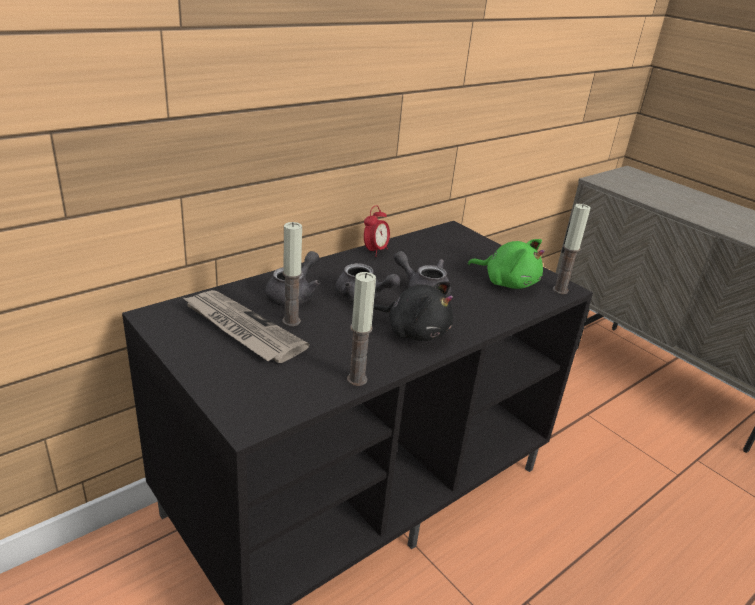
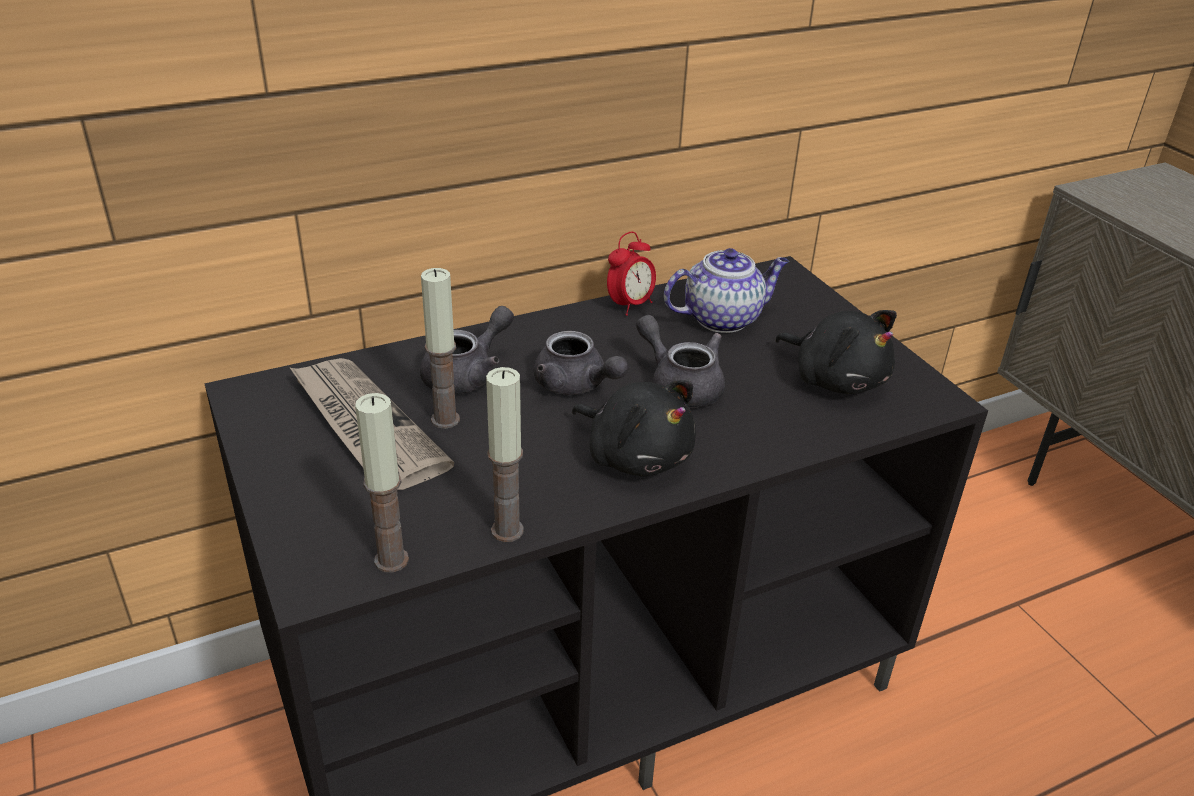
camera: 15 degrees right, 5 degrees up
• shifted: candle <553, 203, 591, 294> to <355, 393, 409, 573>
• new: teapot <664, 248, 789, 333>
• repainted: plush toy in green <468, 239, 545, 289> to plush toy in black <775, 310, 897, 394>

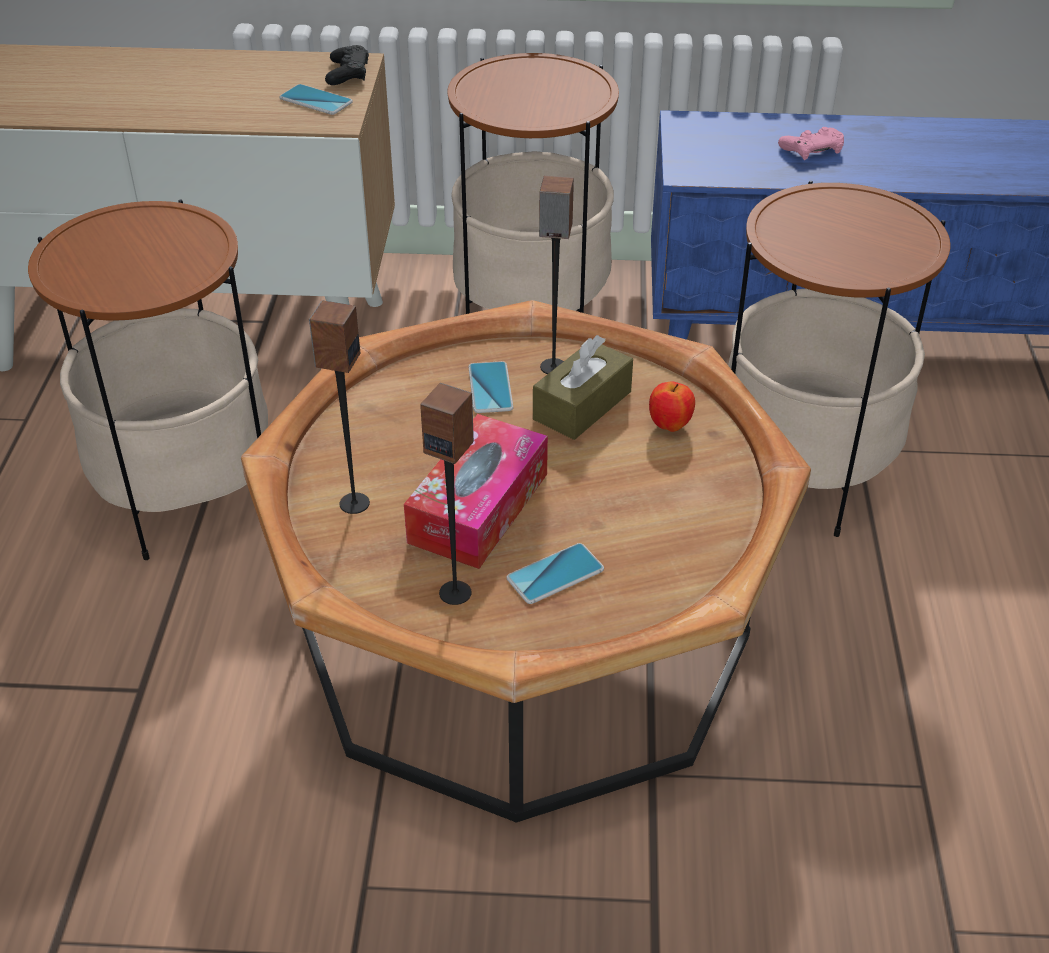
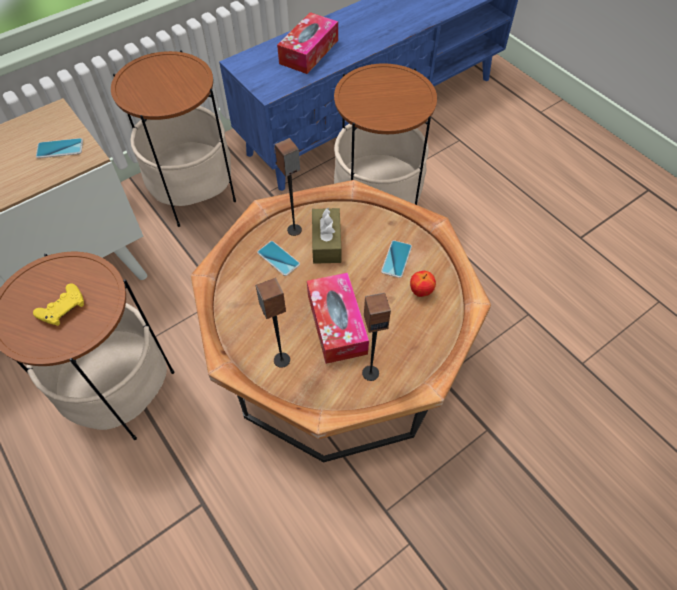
camera: 40 degrees left, 15 degrees up
• new: game controller in yellow <33, 283, 84, 326>
• swapped: game controller in pink <778, 127, 844, 160> to tissue box <277, 12, 338, 74>
• shifted: phone <507, 543, 604, 604> to <381, 240, 412, 278>
• shifted: apple <649, 381, 695, 432> to <410, 271, 436, 297>
• gone: game controller in black <325, 45, 369, 85>

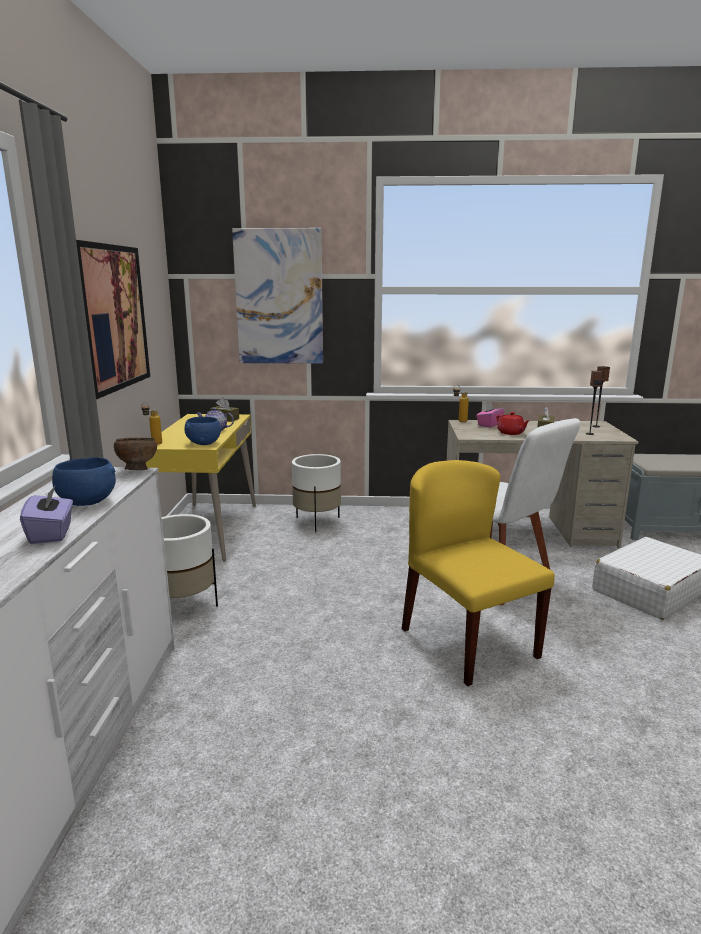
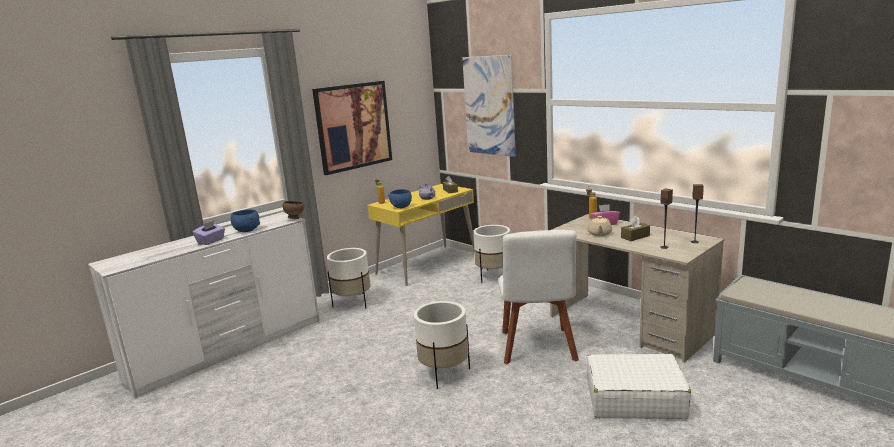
camera: 45 degrees right, 0 degrees up
• swapped: chair in yellow <402, 460, 555, 686> to planter in white <414, 301, 470, 389>
• repainted: teapot in red <496, 412, 529, 435> to teapot in beige <587, 216, 612, 236>

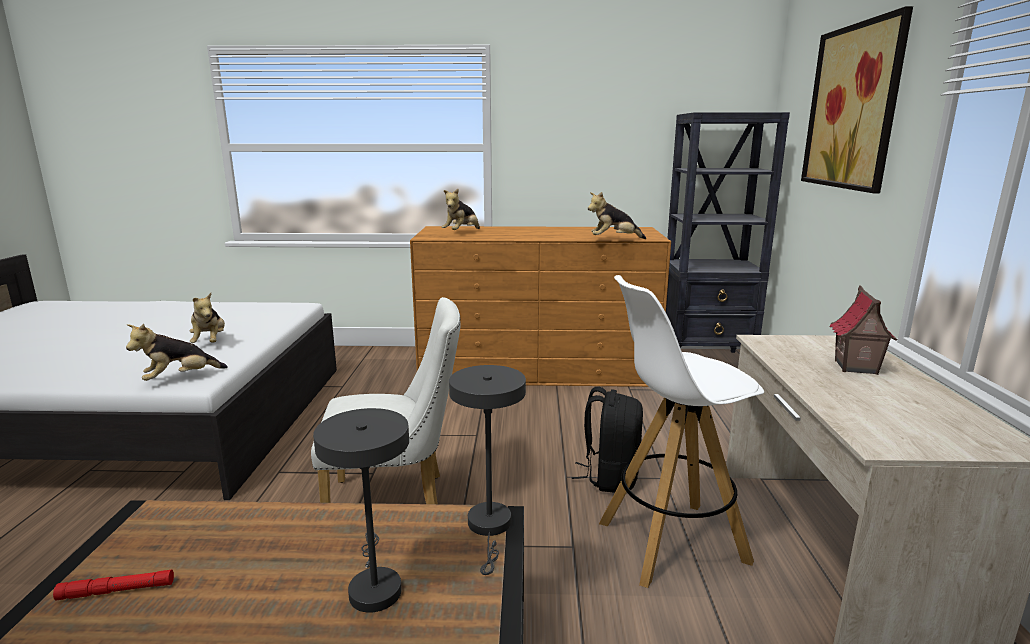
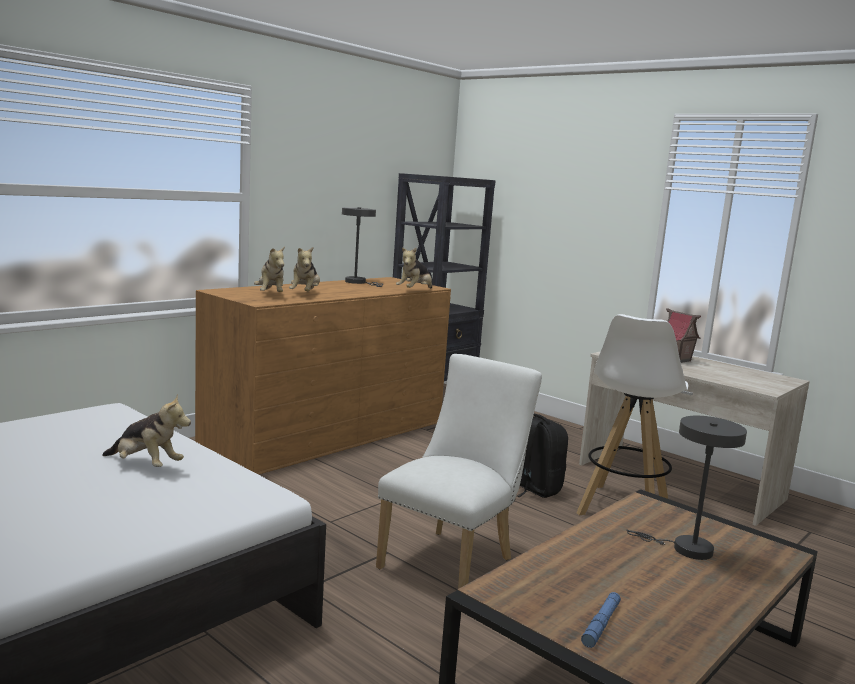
camera: 50 degrees left, 5 degrees down
• shifted: plush toy <126, 324, 228, 381> to <289, 247, 320, 291>
• shifted: table lamp in grey <449, 365, 526, 575> to <342, 207, 383, 287>
• repainted: flashlight in red <53, 570, 174, 600> to flashlight in blue <581, 592, 621, 648>
• gone: picture <801, 6, 913, 193>

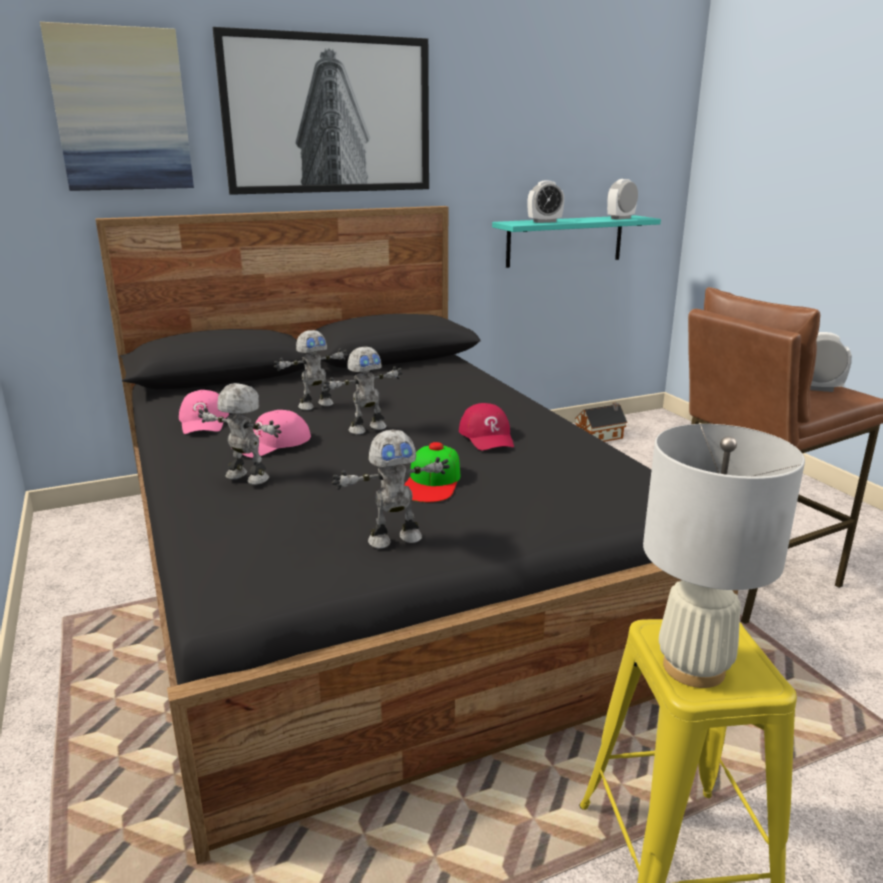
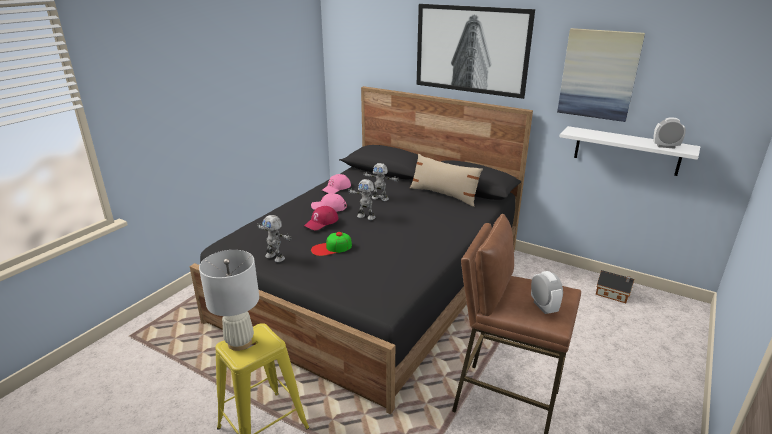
camera: 55 degrees right, 5 degrees up
• shifted: cap in red <459, 403, 514, 450> to <304, 206, 338, 231>
• new: pillow in beige <410, 154, 483, 207>
• shifted: picture <40, 22, 194, 191> to <557, 28, 645, 122>
• repainted: shelf in turquoise <492, 215, 661, 268> to shelf in white <559, 126, 700, 176>
• gone: toy robot <198, 383, 281, 485>
• gone: alarm clock <527, 181, 564, 223>

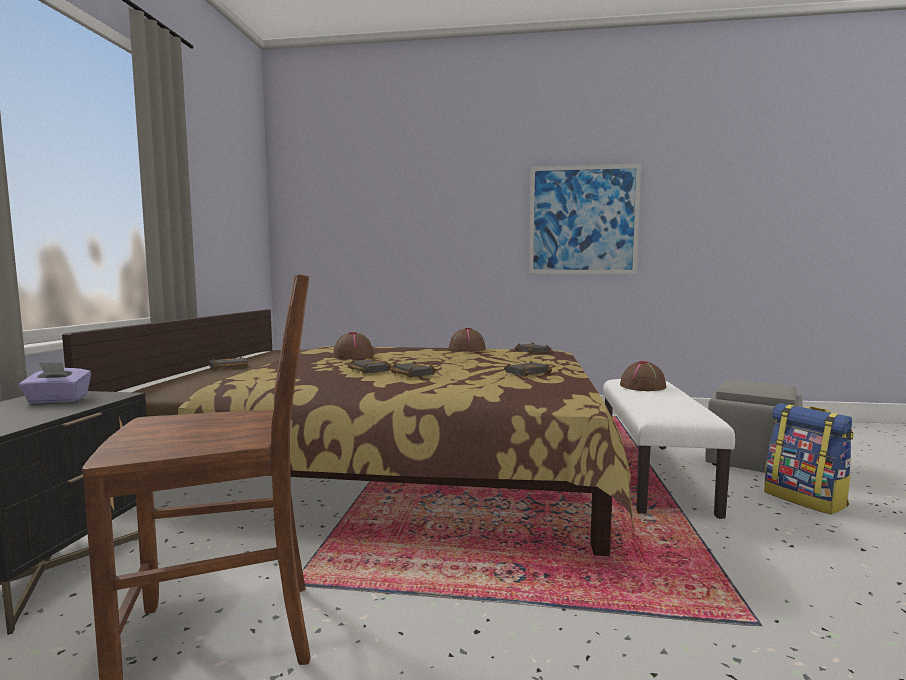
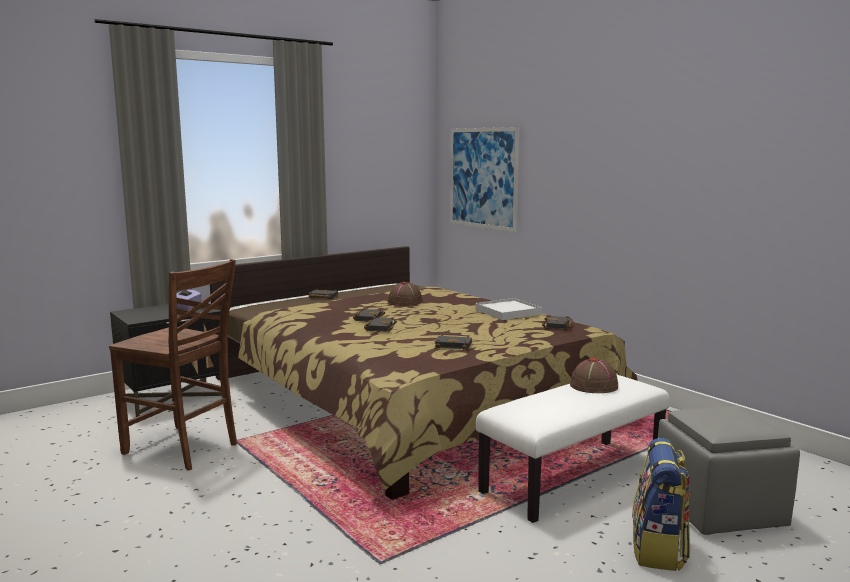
camera: 45 degrees right, 5 degrees up
• shifted: picture <529, 164, 641, 274> to <450, 127, 519, 232>
• swapped: hat in brown <448, 328, 486, 352> to tray in white <475, 298, 542, 320>

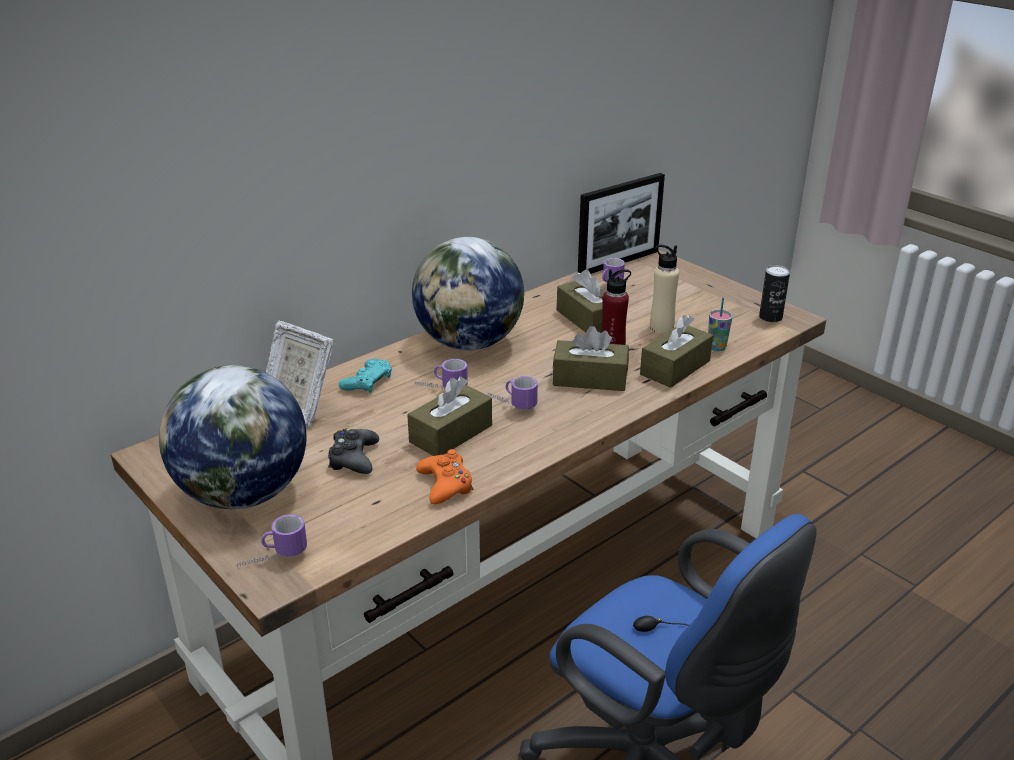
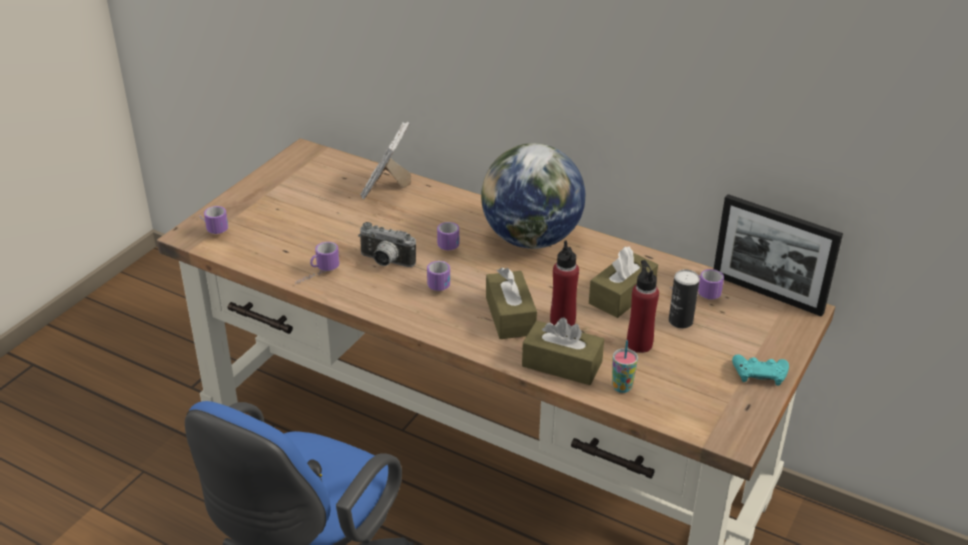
camera: 70 degrees right, 5 degrees up
• swapped: game controller in orange <416, 449, 474, 504> to mug <295, 242, 339, 284>
• swapped: tissue box in brown <407, 377, 492, 456> to photo camera <358, 222, 416, 267>
• repainted: bottle in beige <650, 245, 679, 333> to bottle in red <627, 260, 659, 353>
• shifted: can <759, 265, 790, 322> to <669, 269, 700, 328>
• shifted: game controller in turquoise <339, 359, 392, 393> to <732, 354, 789, 386>
• gone: globe <159, 365, 307, 509>
• gone: game controller in black <328, 429, 379, 474>

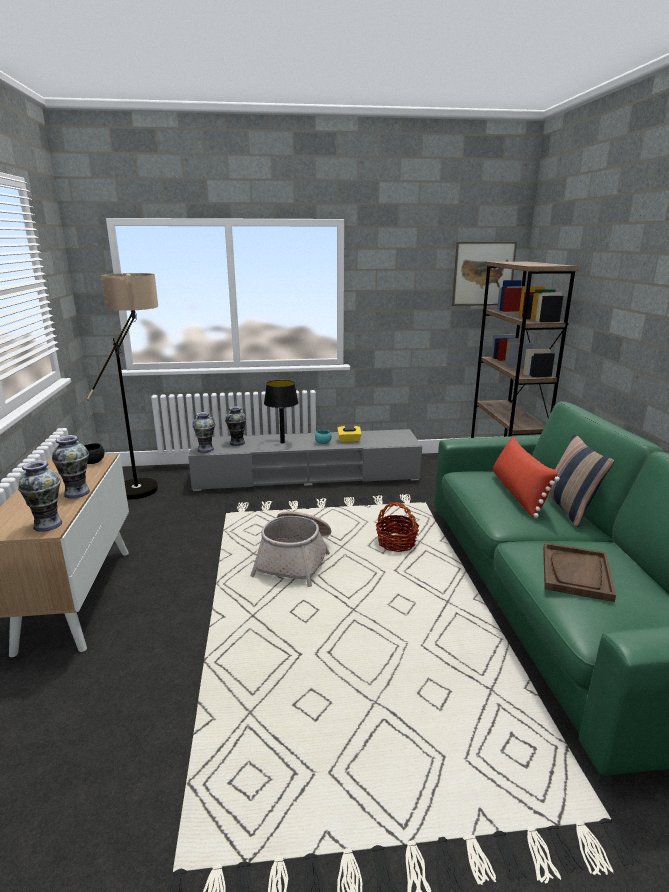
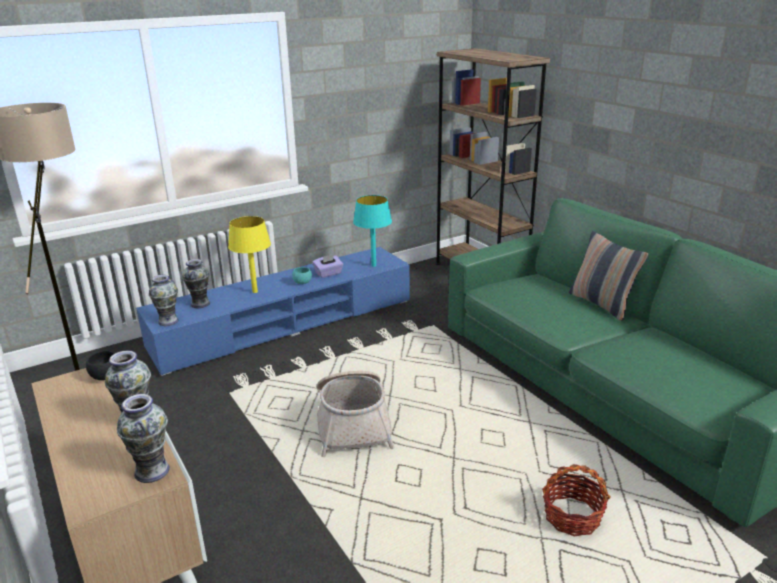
camera: 25 degrees left, 5 degrees up
• repainted: tv stand in grey <188, 429, 422, 491> to tv stand in blue <136, 247, 410, 376>
• repainted: table lamp in black <264, 380, 299, 443> to table lamp in yellow <228, 216, 271, 293>
• repainted: tissue box in yellow <337, 425, 362, 443> to tissue box in purple <313, 255, 343, 278>
• new: table lamp in turquoise <353, 195, 392, 267>
• shifted: basket <375, 502, 419, 552> to <542, 464, 610, 537>
• gone: picture <452, 242, 517, 306>
• gone: pillow in red <493, 436, 560, 518>
• gone: tray in brown <543, 542, 616, 602>

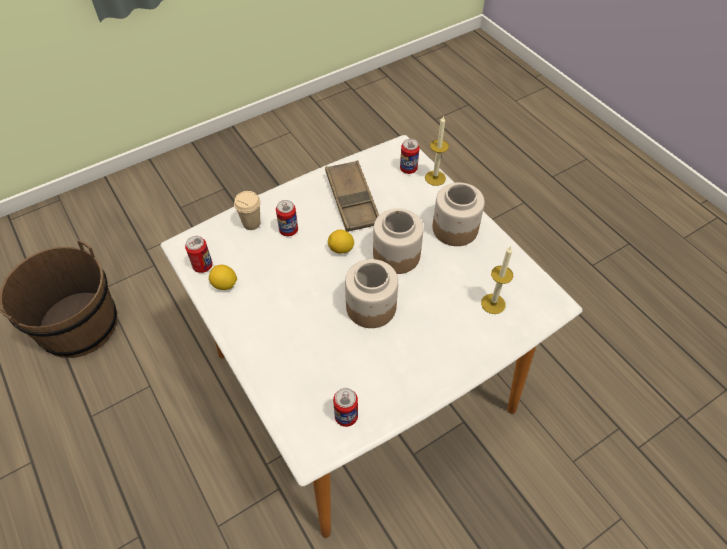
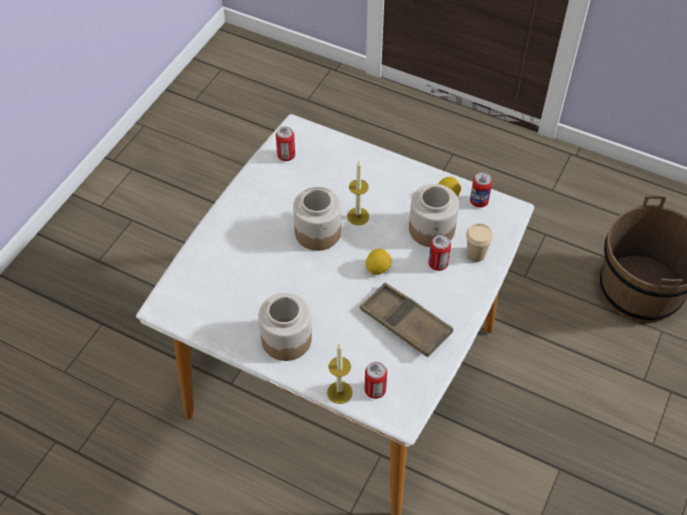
camera: 150 degrees right, 0 degrees up
• shifted: candle <481, 247, 513, 314> to <347, 161, 369, 225>
• shifted: jar <373, 208, 424, 274> to <409, 184, 459, 247>

